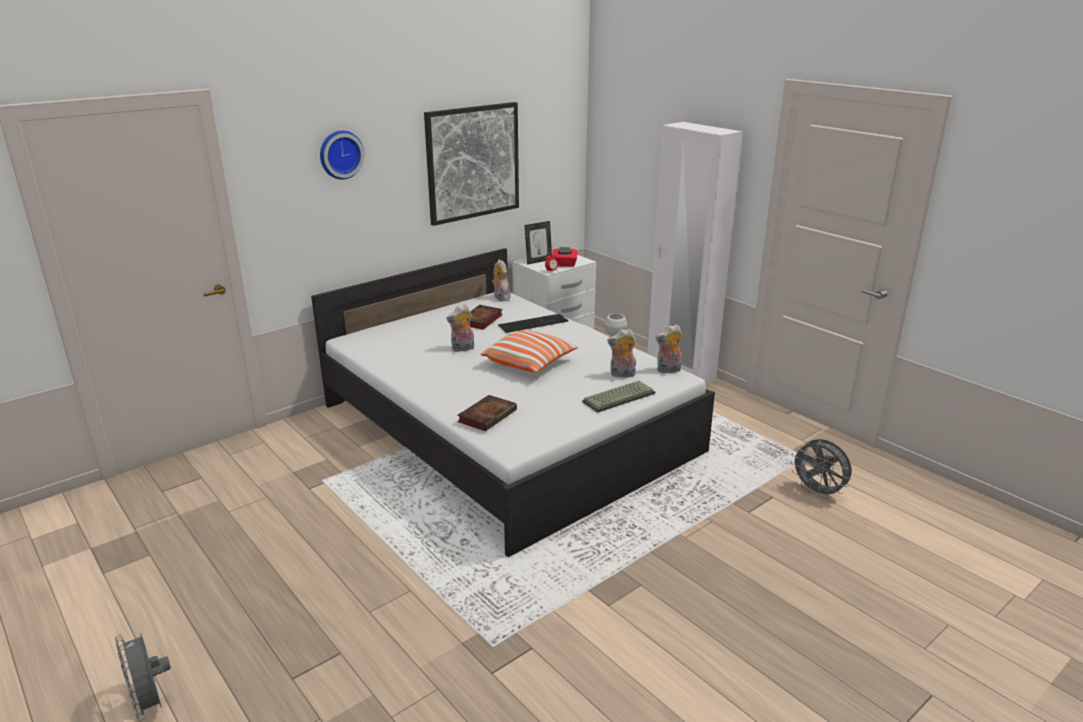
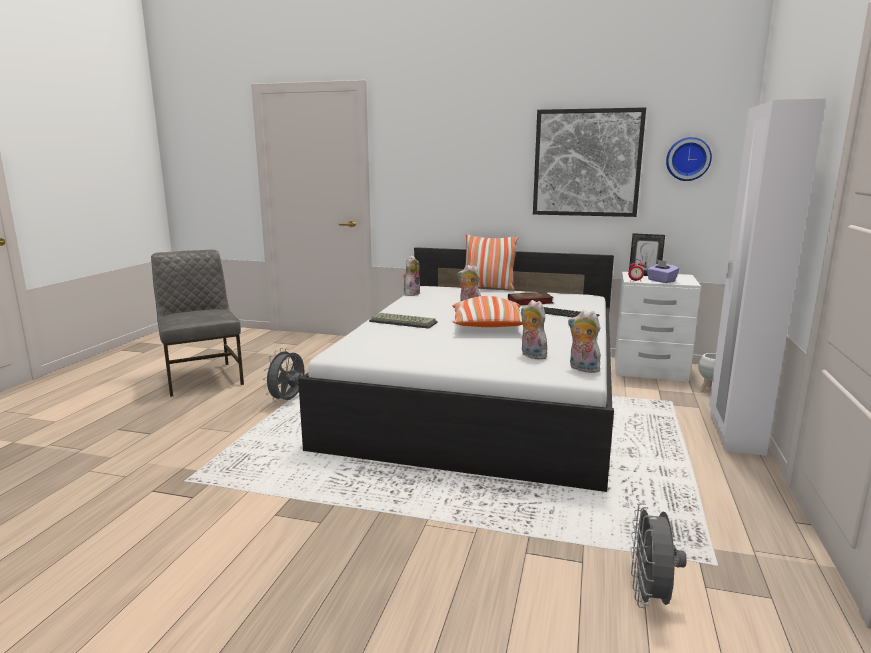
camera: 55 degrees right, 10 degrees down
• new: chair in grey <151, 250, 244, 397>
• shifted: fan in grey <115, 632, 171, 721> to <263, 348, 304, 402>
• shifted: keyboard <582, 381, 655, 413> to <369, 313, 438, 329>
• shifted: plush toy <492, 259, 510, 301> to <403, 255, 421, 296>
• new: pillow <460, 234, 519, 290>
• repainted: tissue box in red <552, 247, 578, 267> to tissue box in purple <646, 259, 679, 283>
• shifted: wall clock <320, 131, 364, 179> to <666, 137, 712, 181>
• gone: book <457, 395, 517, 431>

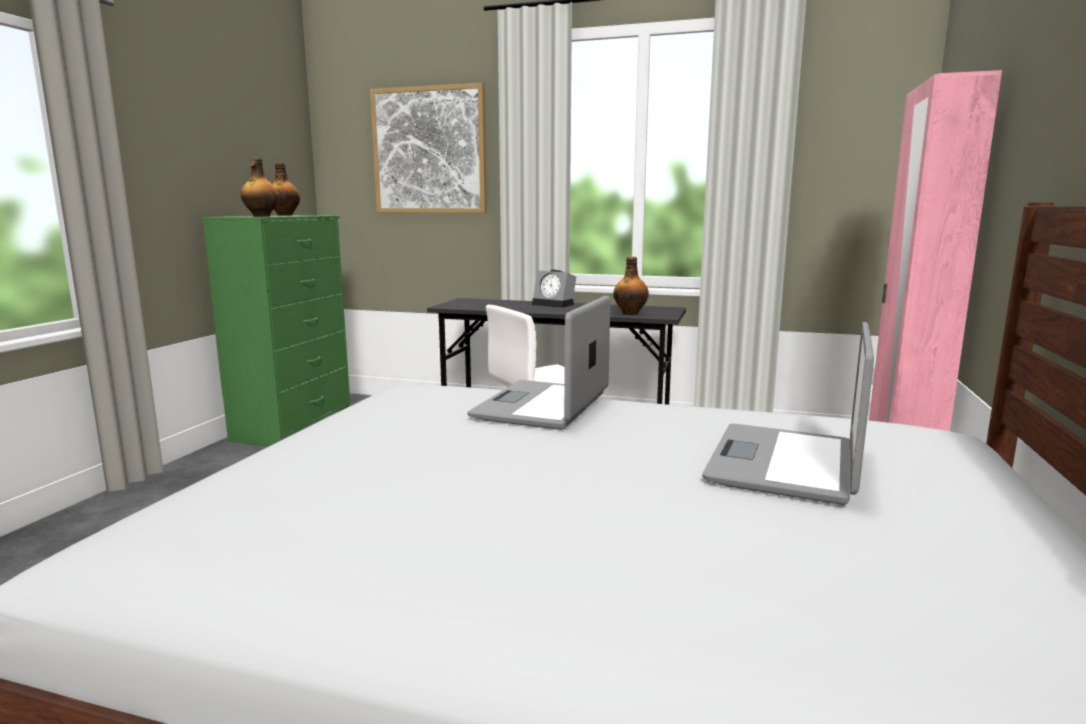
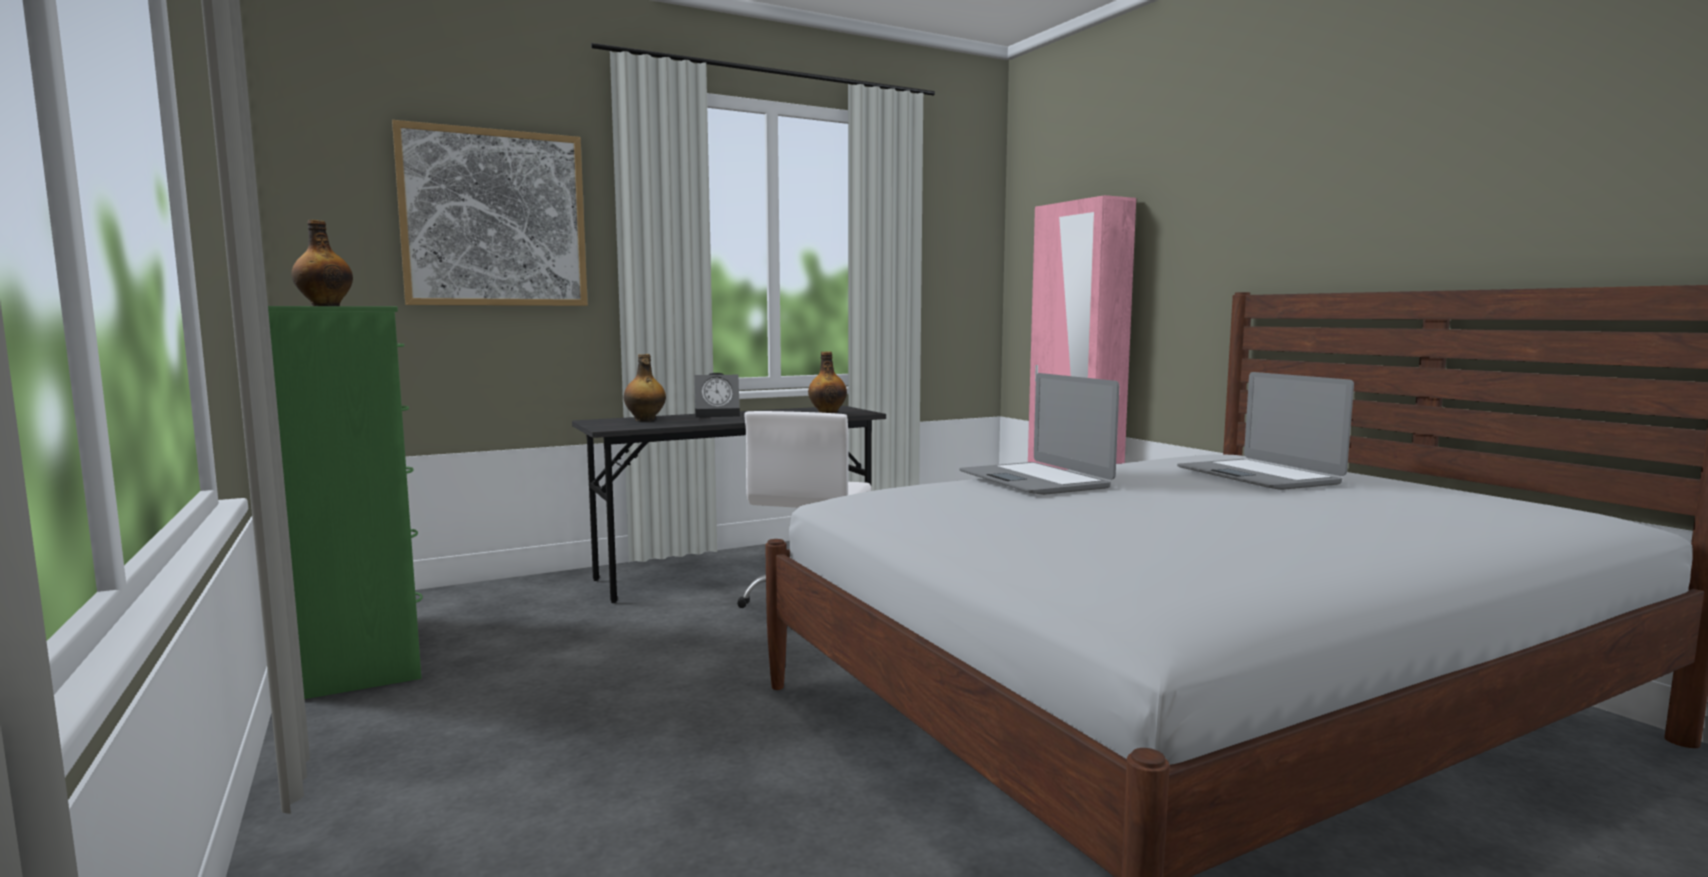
camera: 45 degrees left, 5 degrees down
• shifted: bottle <241, 158, 279, 217> to <624, 354, 666, 421>

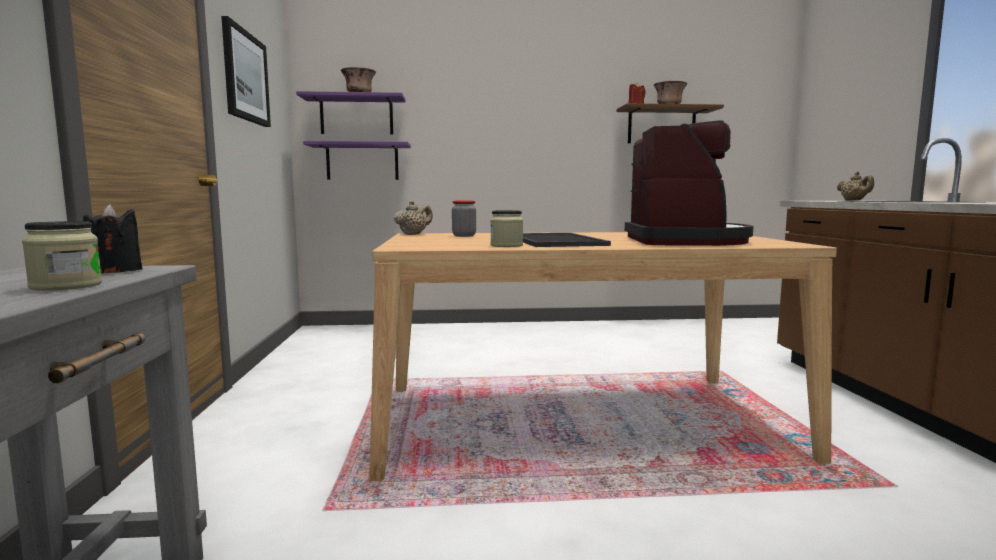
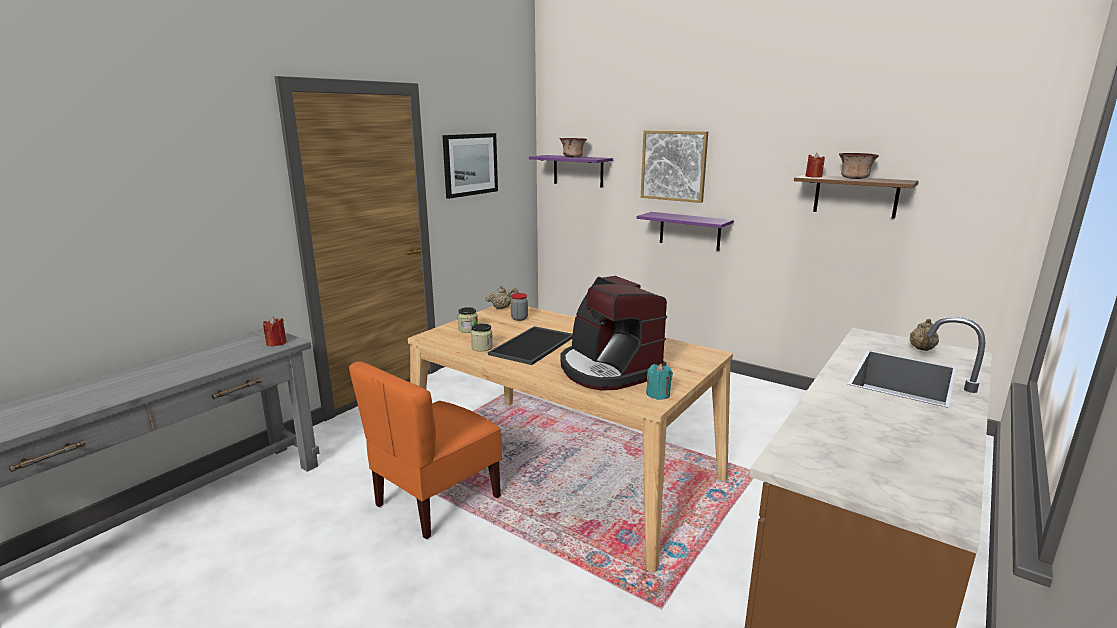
camera: 40 degrees right, 10 degrees up
• repainted: candle in black <83, 204, 142, 274> to candle in red <263, 317, 287, 346>
• new: chair in orange <349, 361, 502, 539>
• shifted: jar <22, 221, 102, 291> to <457, 307, 478, 333>
• rotated: coffee machine <625, 120, 754, 246> = <560, 276, 667, 391> 105 degrees clockwise
• shifted: shelf in purple <303, 141, 411, 180> to <637, 212, 734, 251>
• new: picture <641, 131, 708, 203>
• new: candle in turquoise <646, 364, 673, 400>

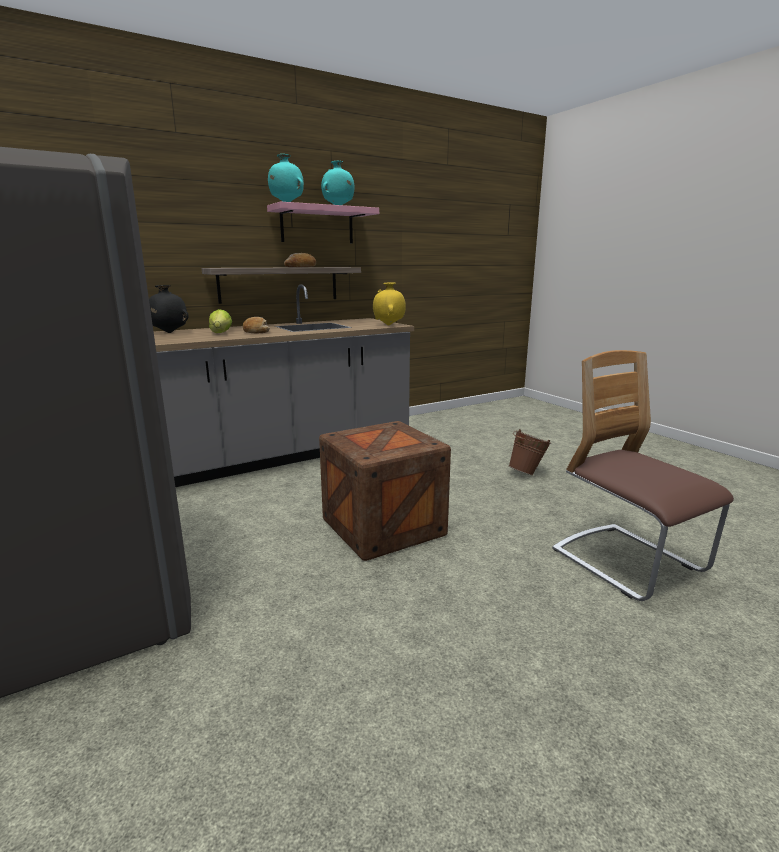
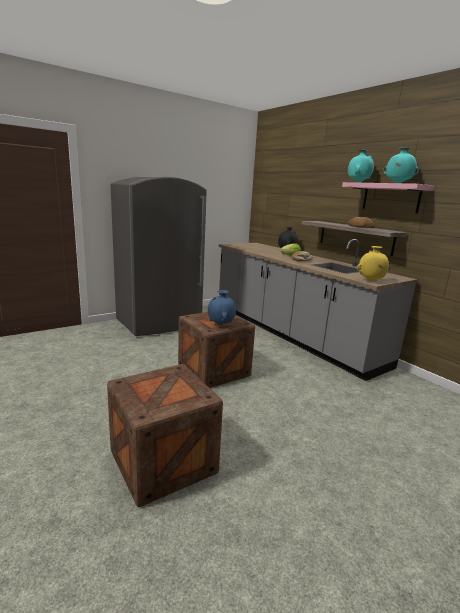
camera: 85 degrees right, 0 degrees up
• swapped: chair <552, 350, 734, 601> to crate <107, 364, 223, 507>
• new: vase in blue <208, 290, 236, 326>
• gone: bucket in brown <509, 429, 551, 475>

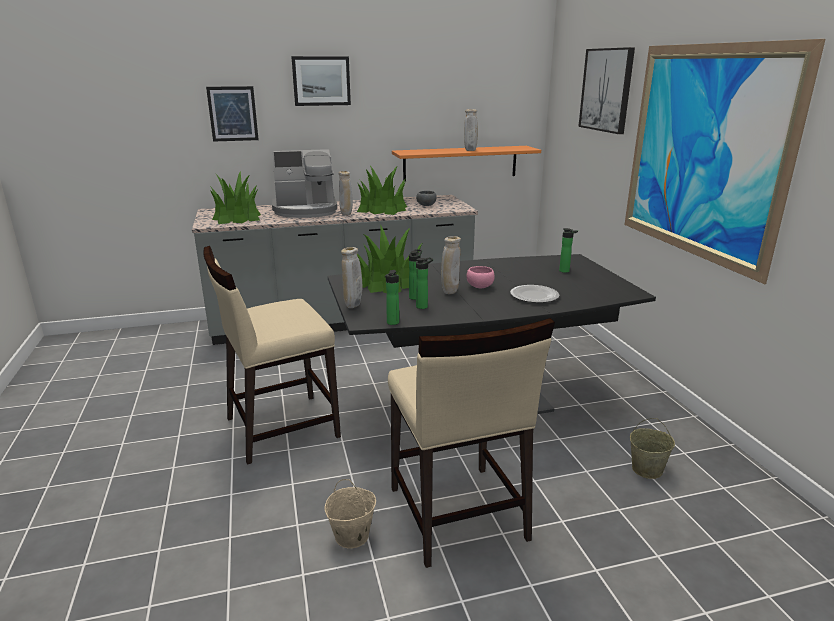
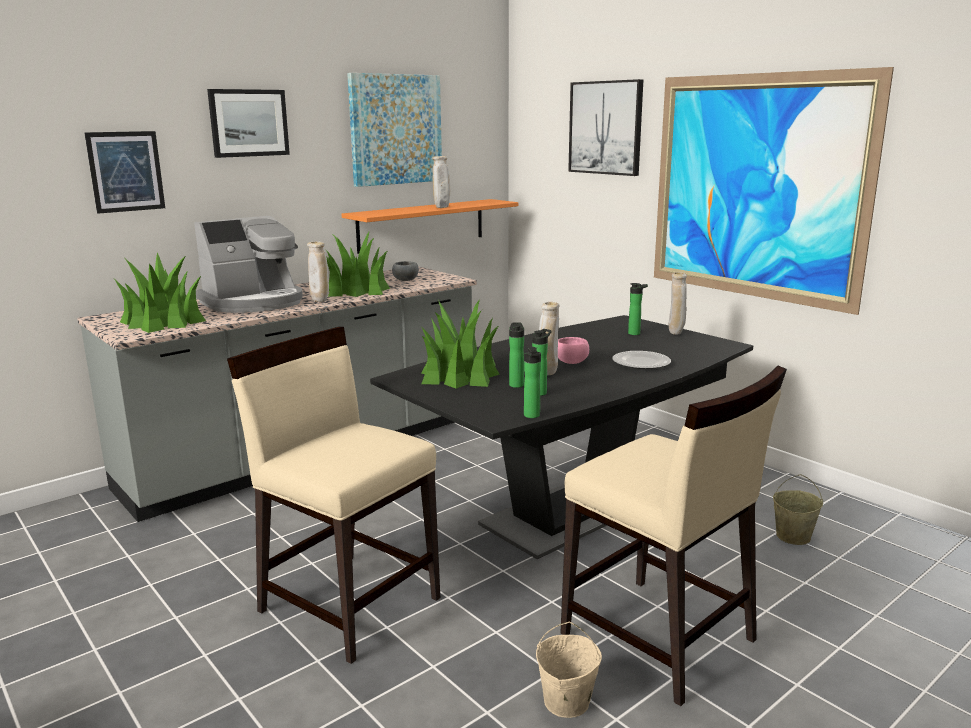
camera: 25 degrees left, 5 degrees down
• rotated: chair in beige <203, 246, 341, 465> = <227, 327, 440, 664> 90 degrees clockwise
• new: picture <347, 73, 442, 187>
• shifted: vase in beige <341, 247, 362, 308> to <669, 272, 687, 335>

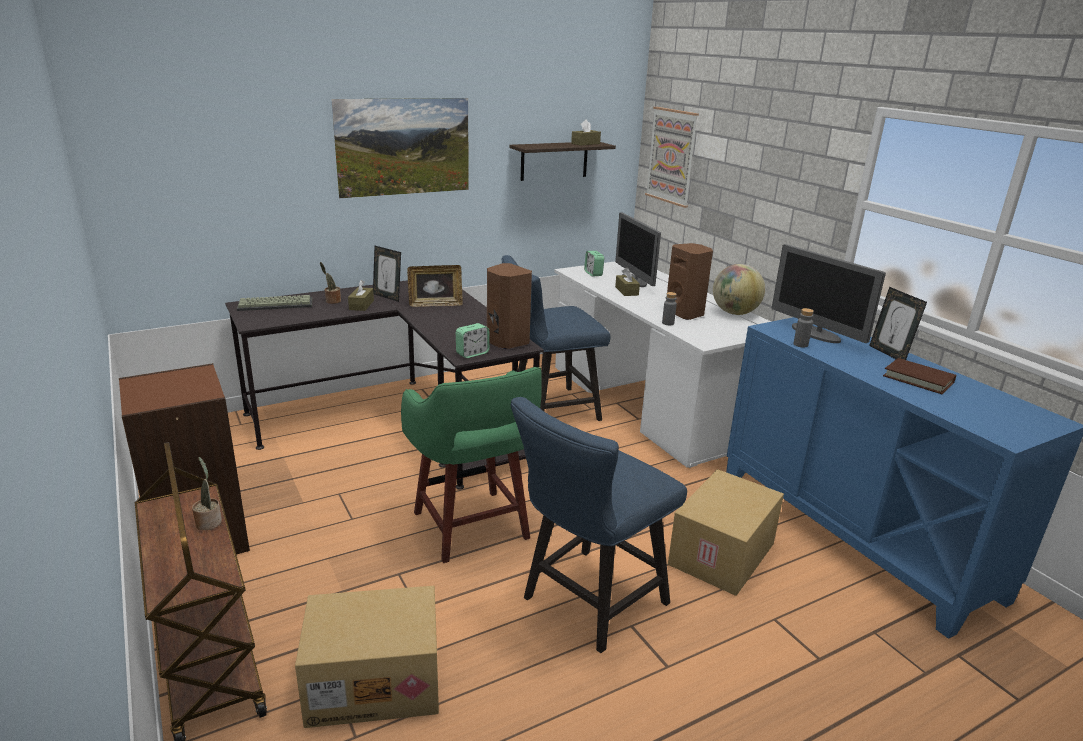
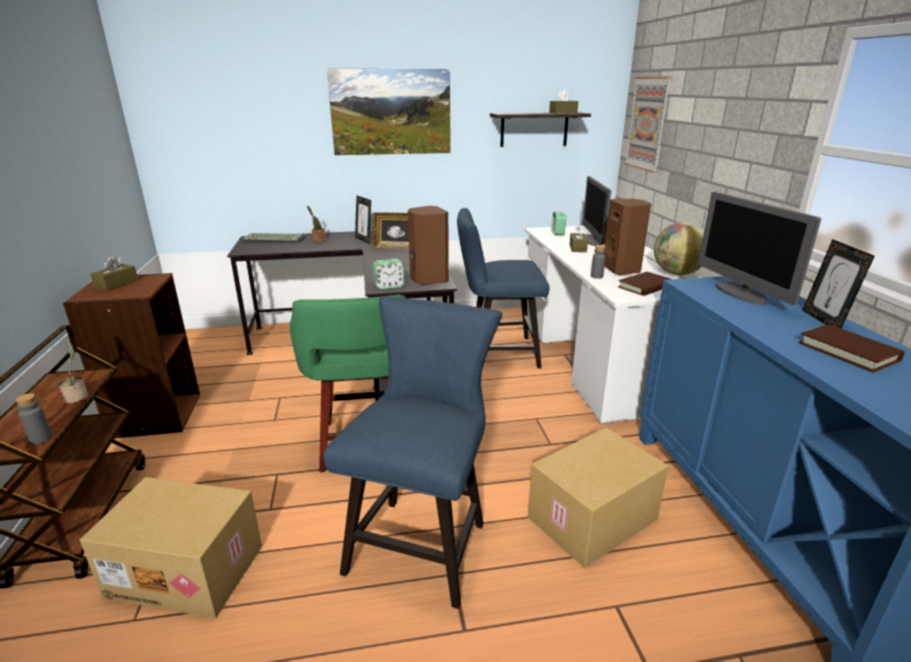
camera: 20 degrees right, 0 degrees up
• shifted: bottle in grey <793, 308, 814, 348> to <15, 393, 52, 444>
• shifted: tissue box in brown <348, 280, 374, 311> to <90, 256, 138, 291>
• rotated: chair in blue <511, 397, 687, 653> = <324, 296, 502, 609> 135 degrees clockwise
• new: book in brown <618, 272, 671, 296>

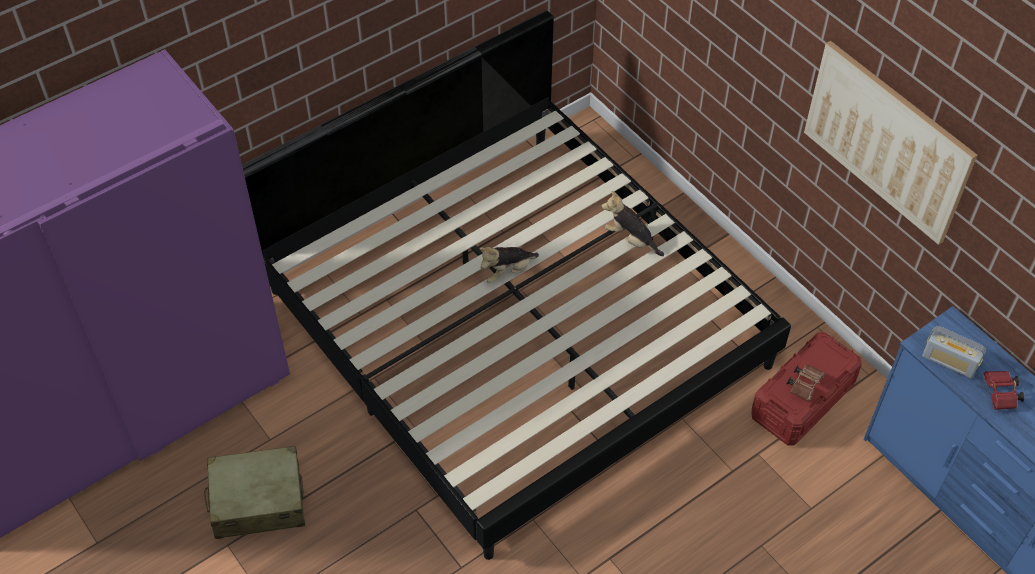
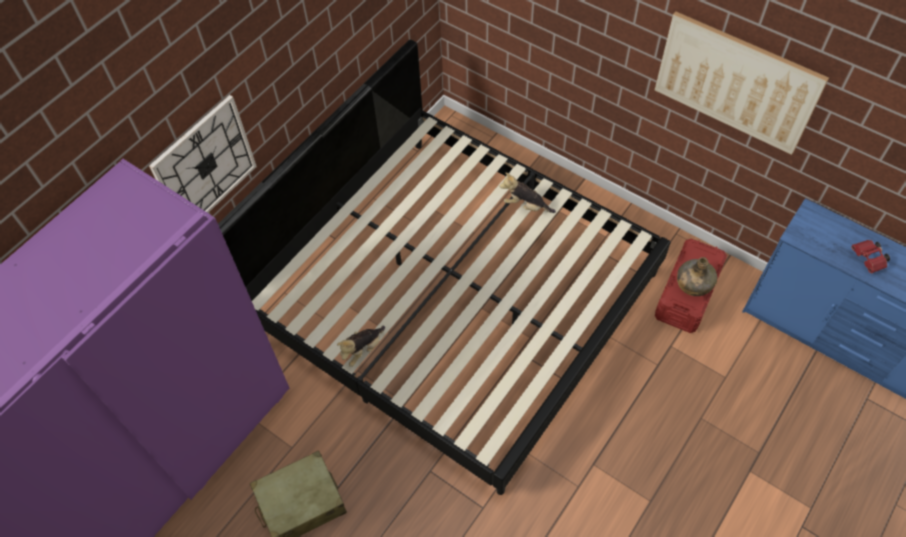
camera: 15 degrees left, 5 degrees up
• new: wall clock <149, 95, 257, 213>
• shifted: plush toy <480, 247, 539, 283> to <337, 326, 385, 367>
• swapped: binoculars in brown <786, 364, 825, 402> to bottle in green <677, 257, 717, 296>
• gone: radio <922, 326, 986, 378>

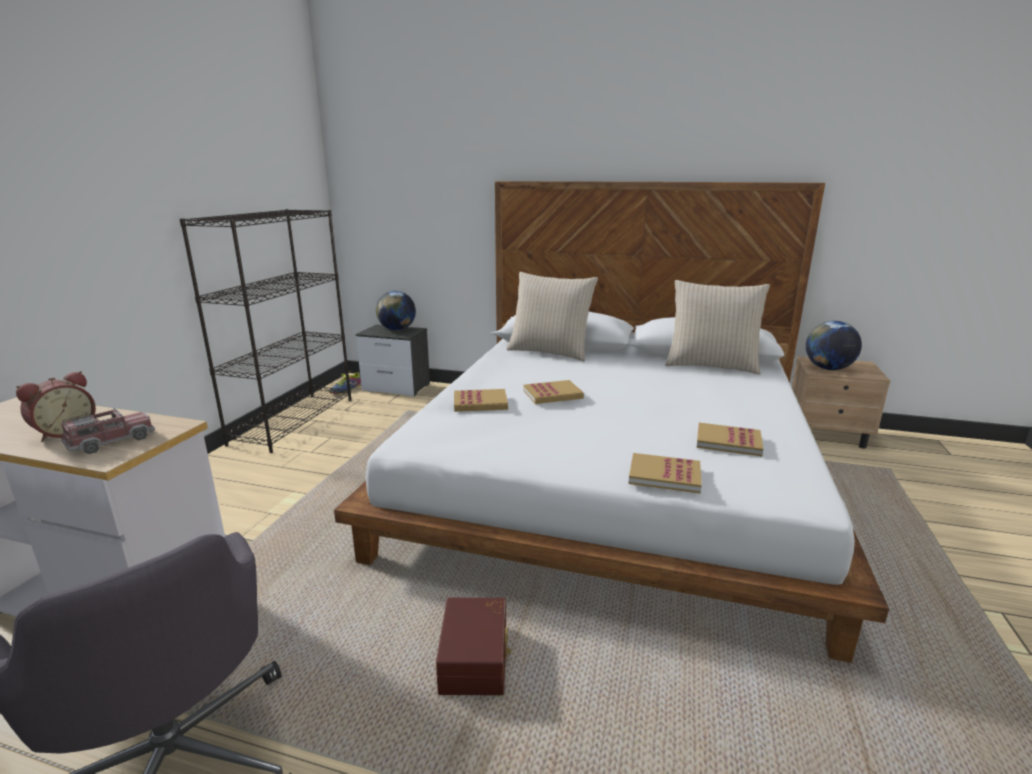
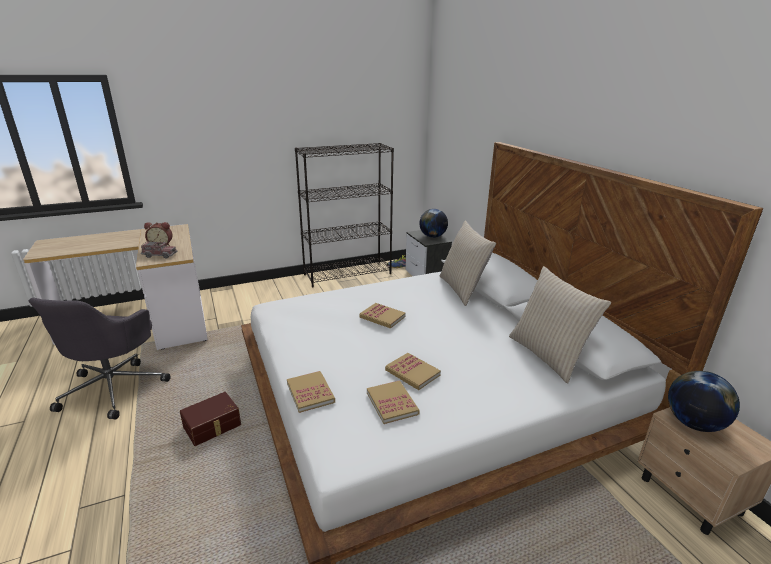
camera: 50 degrees right, 5 degrees up
• shifted: book <454, 389, 508, 412> to <385, 353, 441, 390>

